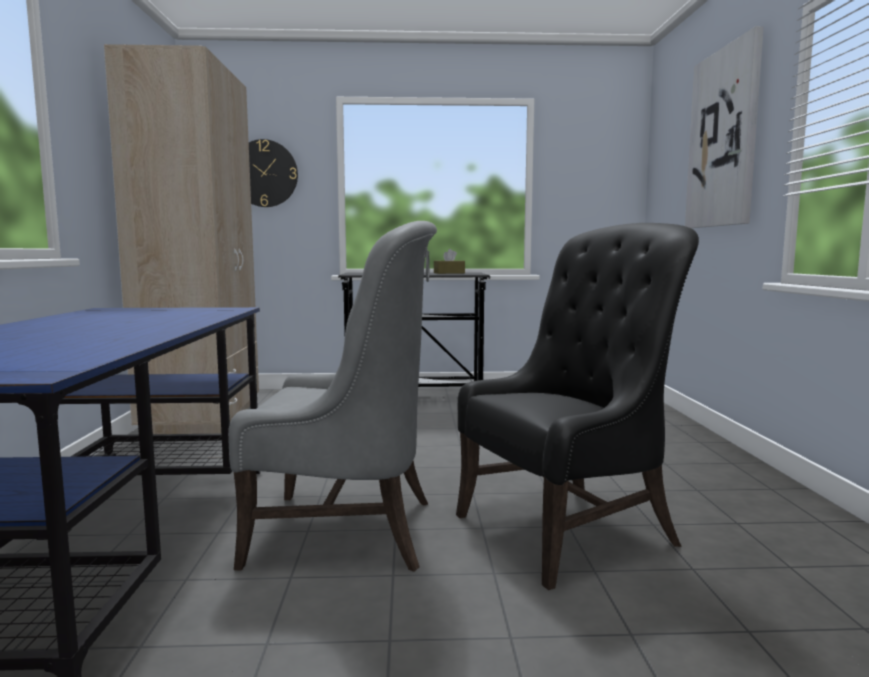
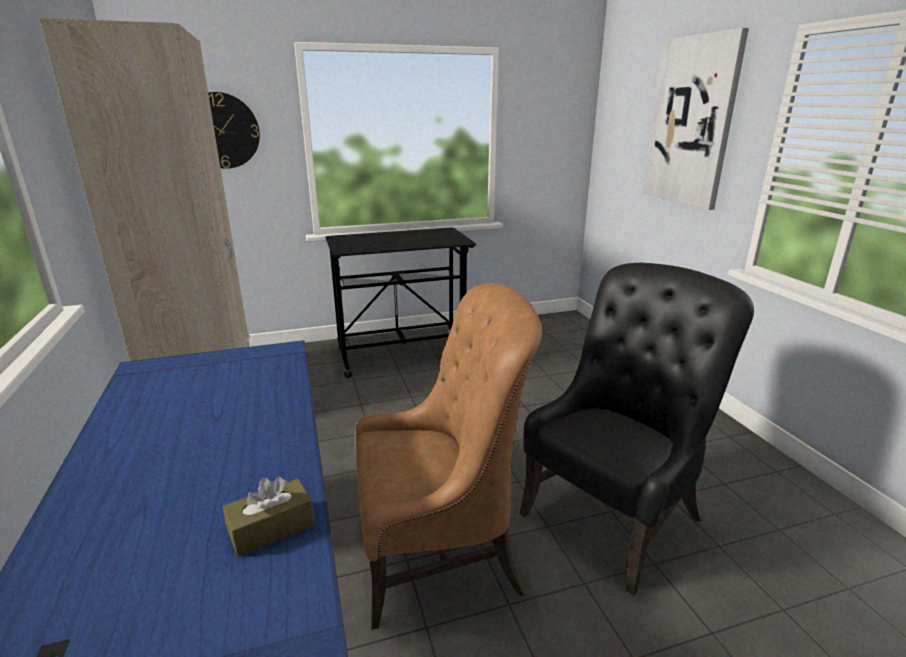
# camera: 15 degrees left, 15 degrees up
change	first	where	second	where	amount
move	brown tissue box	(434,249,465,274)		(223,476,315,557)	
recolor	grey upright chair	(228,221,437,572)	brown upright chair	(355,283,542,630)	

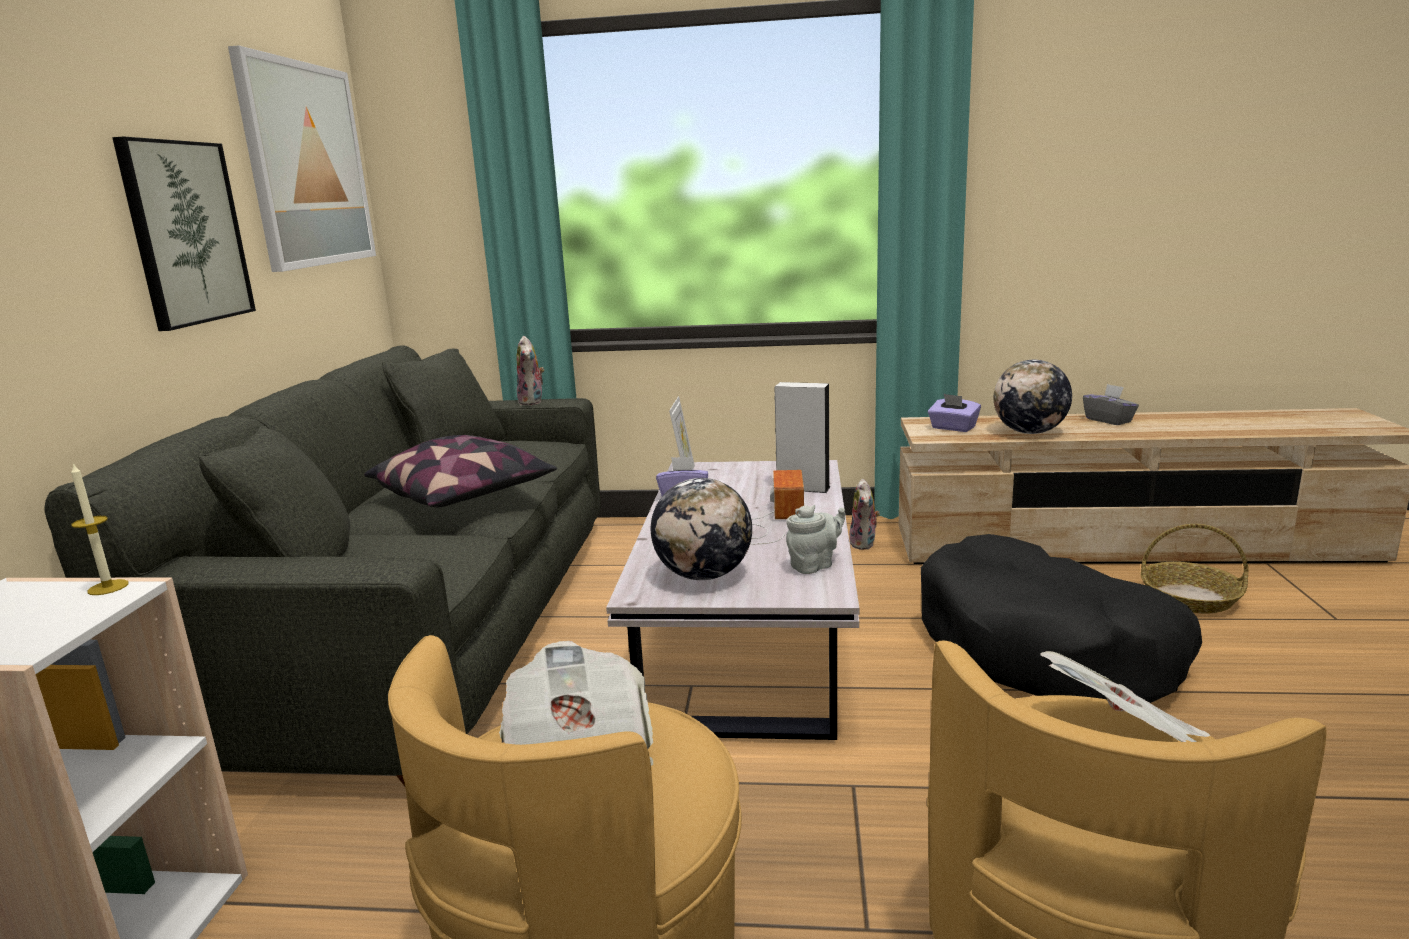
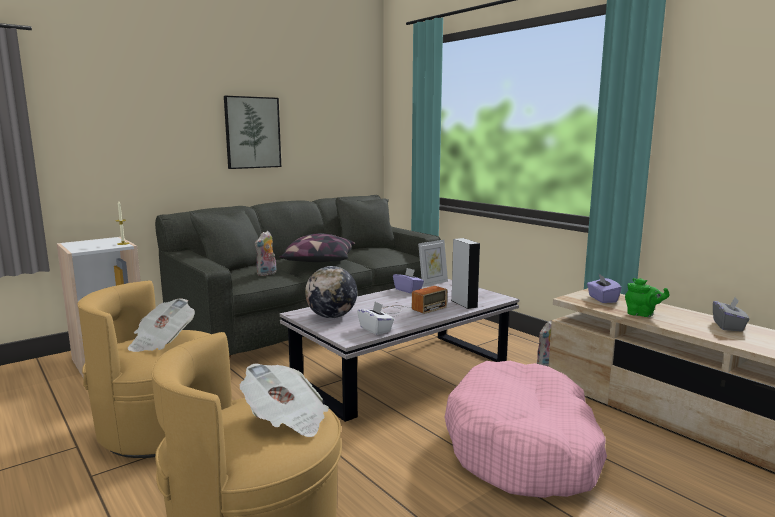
# camera: 45 degrees right, 5 degrees down
change	first	where	second	where	amount
move	soft toy	(517,336,545,405)		(254,231,277,276)	
replace	grey teapot	(786,505,845,574)	white tissue box	(357,301,394,335)	
recolor	blackish dog bed	(921,534,1202,703)	pink-coloured dog bed	(445,361,607,498)	
replace	desk globe	(994,360,1072,434)	green-coloured teapot	(625,278,670,317)	
delete	picture	(228,45,376,272)			
delete	storage basket	(1141,524,1248,614)			

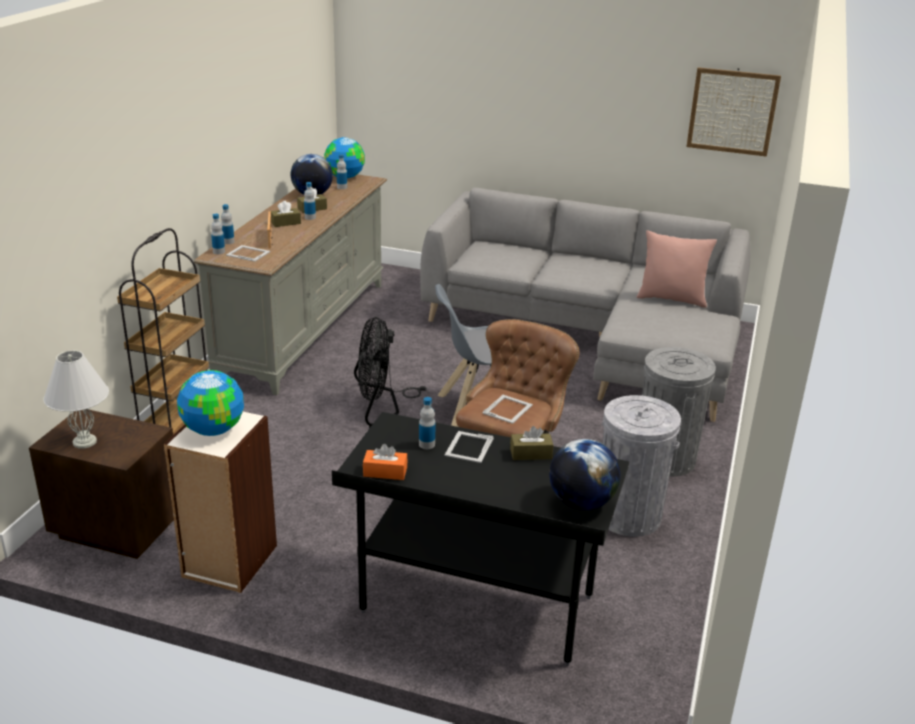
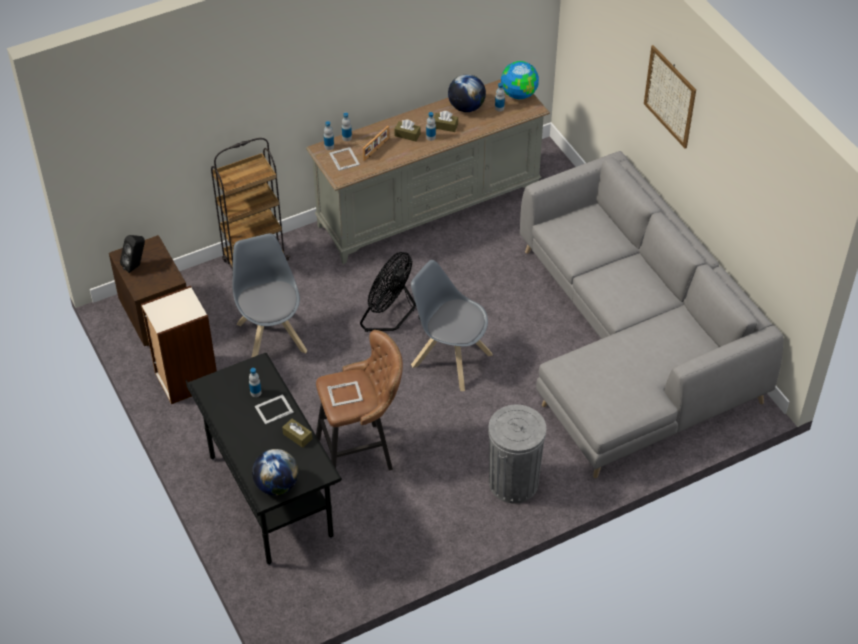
# camera: 45 degrees right, 20 degrees up
change	first	where	second	where	amount
replace	white table lamp	(43,350,109,449)	blackish audio speaker	(120,235,145,273)	
insert			grey upright chair	(233,233,307,358)	
move	picture	(686,67,781,157)		(644,45,696,148)	
delete	desk globe	(177,370,244,436)			
delete	orange tissue box	(363,444,407,480)			
delete	grey trash can	(602,395,681,537)			
delete	pink-coloured pillow	(637,230,717,308)			

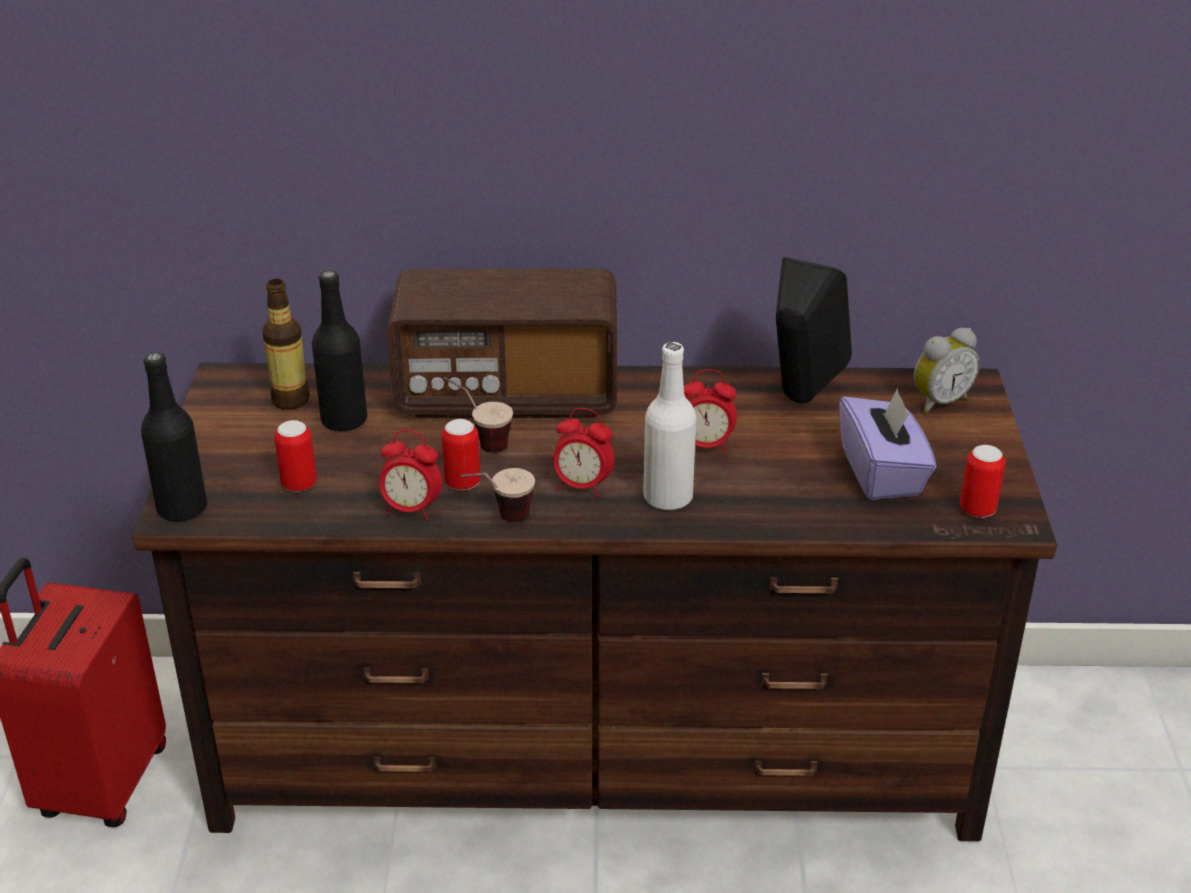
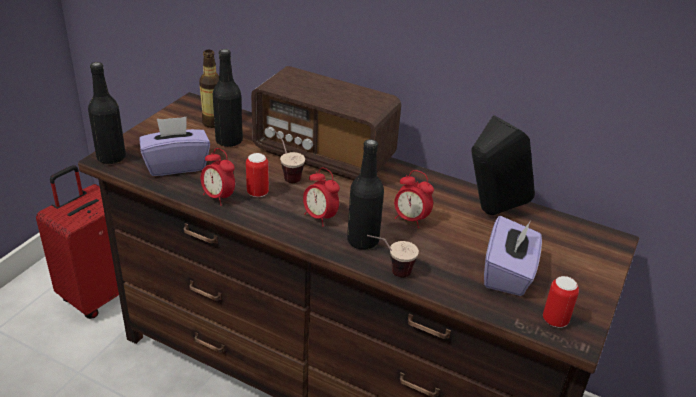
# camera: 25 degrees right, 0 degrees up
change	first	where	second	where	amount
replace	can	(274,420,317,492)	purplish tissue box	(139,117,210,176)	
recolor	white beverage bottle	(643,342,696,510)	blackish beverage bottle	(347,139,384,250)	
move	small cup	(461,468,535,522)		(367,235,419,278)	
delete	bedside clock	(914,328,980,414)			

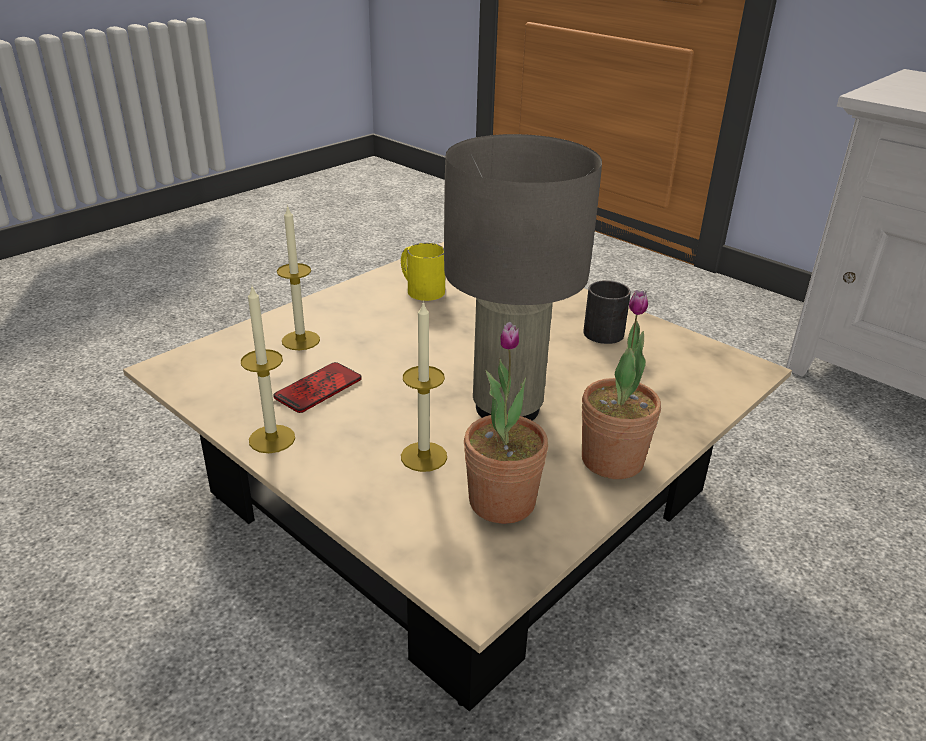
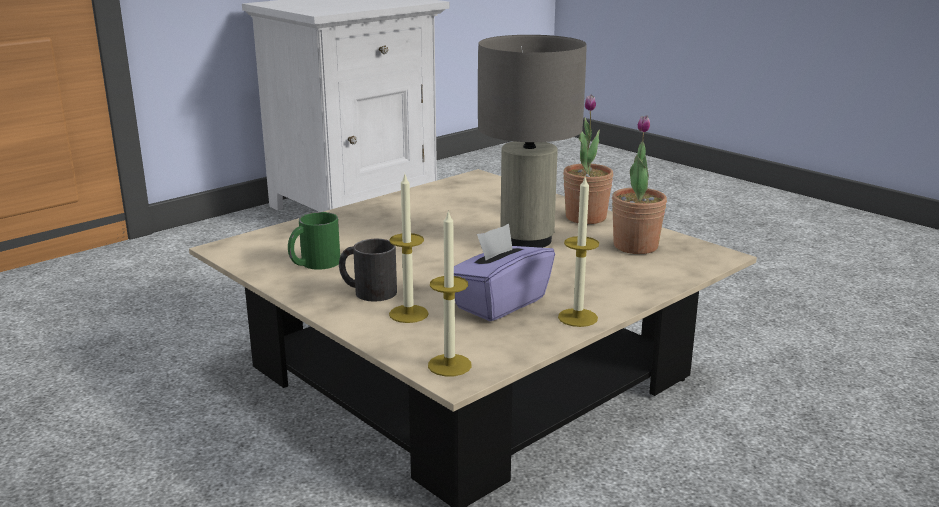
# camera: 85 degrees left, 10 degrees down
change	first	where	second	where	amount
recolor	yellow coffee mug	(401,243,445,301)	green-coloured coffee mug	(288,212,340,270)	
move	blackish coffee mug	(583,280,631,344)		(339,239,397,301)	
move	wax light	(401,300,447,472)		(428,209,472,376)	
replace	handset	(273,362,362,413)	purplish tissue box	(454,224,555,321)	

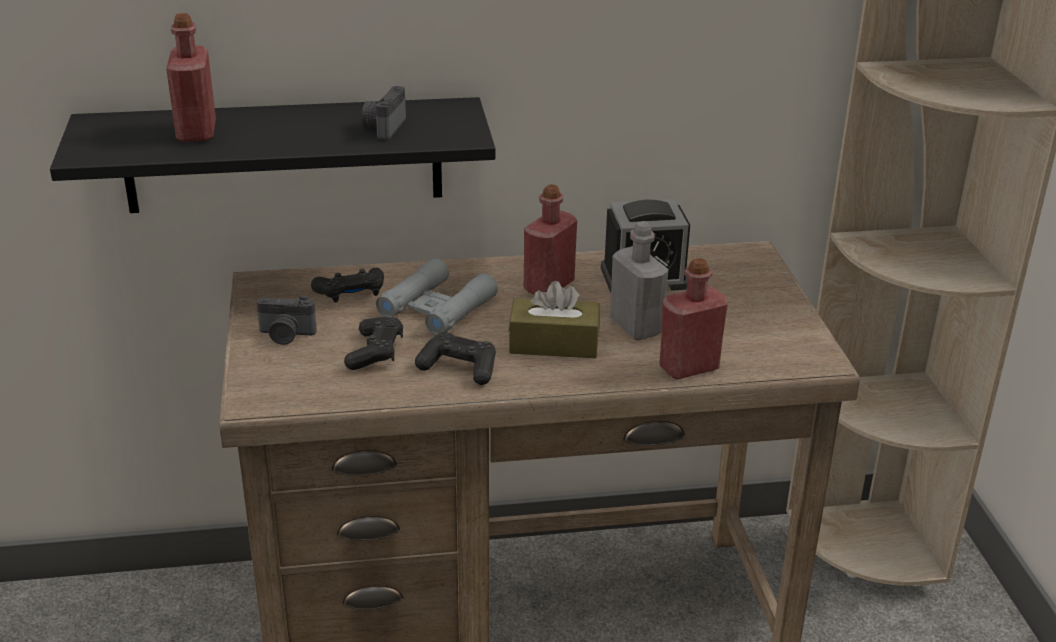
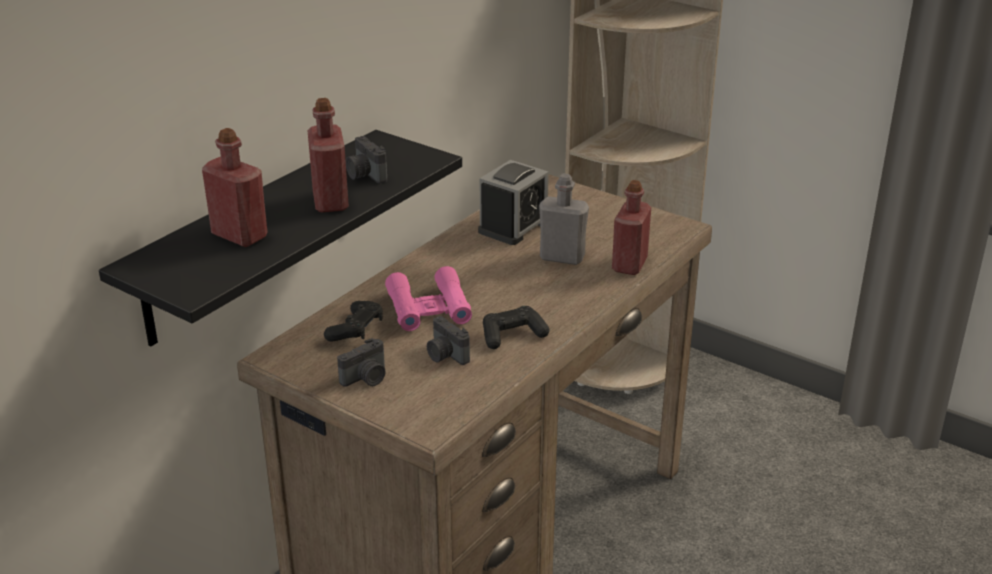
# camera: 45 degrees left, 0 degrees up
change	first	where	second	where	amount
move	reddish beverage bottle	(524,184,577,295)		(308,98,349,212)	
recolor	grey field glasses	(376,258,498,335)	pink-coloured field glasses	(385,266,472,331)	
replace	blackish joypad	(344,317,403,370)	still camera	(427,316,470,365)	
delete	brown tissue box	(509,281,600,358)			

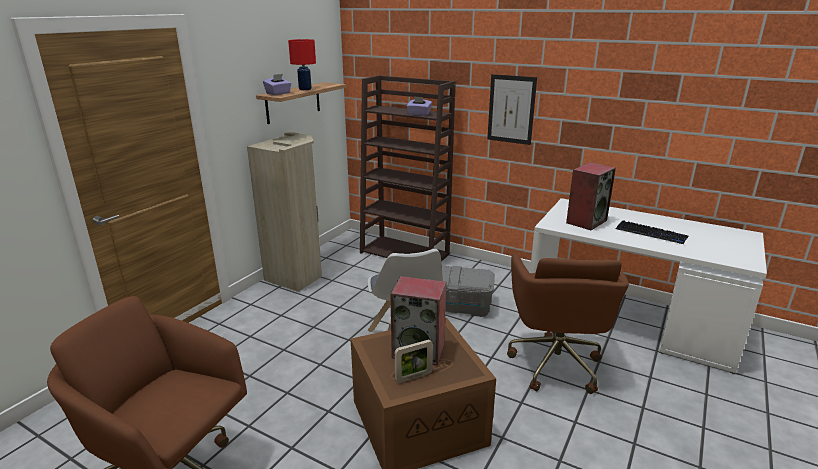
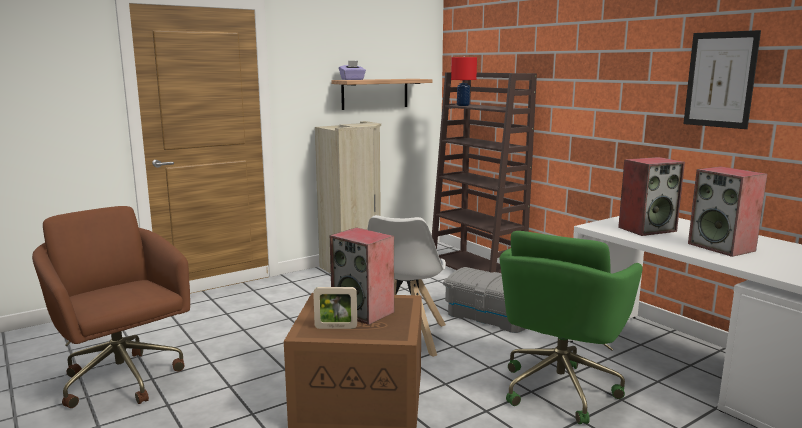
# camera: 25 degrees right, 10 degrees down
change	first	where	second	where	amount
move	reddish table lamp	(288,39,316,90)		(451,56,477,106)	
recolor	brown computer chair	(507,254,629,394)	green-coloured computer chair	(500,231,642,424)	
move	picture	(487,74,537,145)		(683,30,761,129)	
replace	computer keyboard	(616,220,688,244)	audio speaker	(688,166,767,257)	
delete	purplish tissue box	(407,96,432,116)			

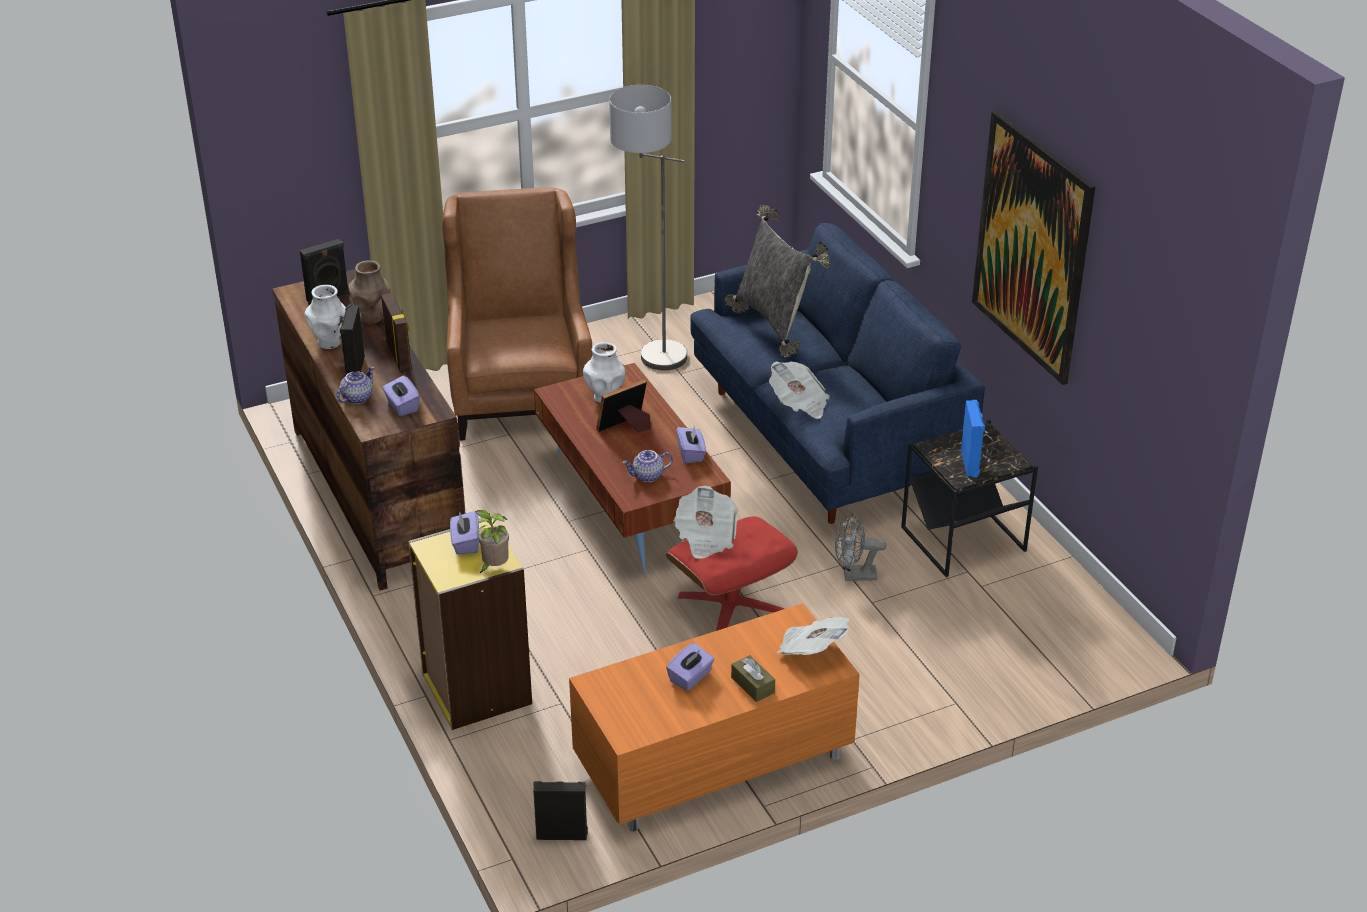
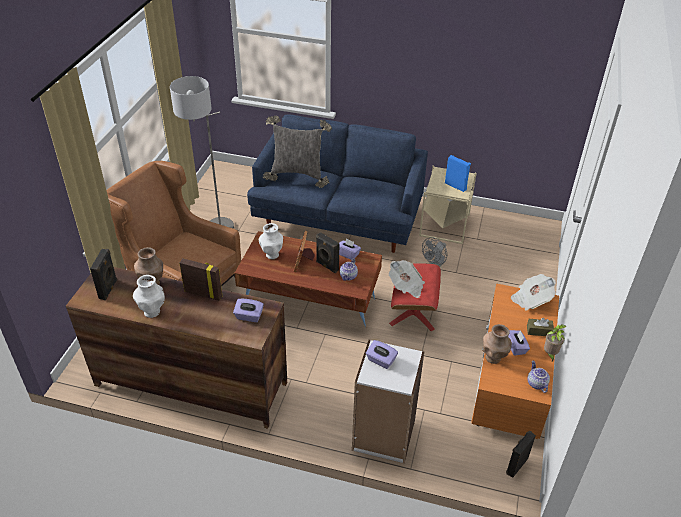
# camera: 50 degrees left, 5 degrees up
change	first	where	second	where	amount
move	blackish audio speaker	(340,304,365,376)		(316,232,339,273)	
recolor	yellow bookcase	(408,519,532,730)	white bookcase	(352,340,424,464)	
recolor	blackish end table	(901,420,1038,577)	sand-coloured end table	(419,166,477,244)	
insert			brown decorative vase	(483,324,512,364)	
move	teapot	(336,367,375,404)		(528,361,550,393)	
move	potted plant	(473,510,509,574)		(544,325,567,361)	
delete	printed paper	(769,361,830,419)			
delete	picture	(972,111,1095,385)			

